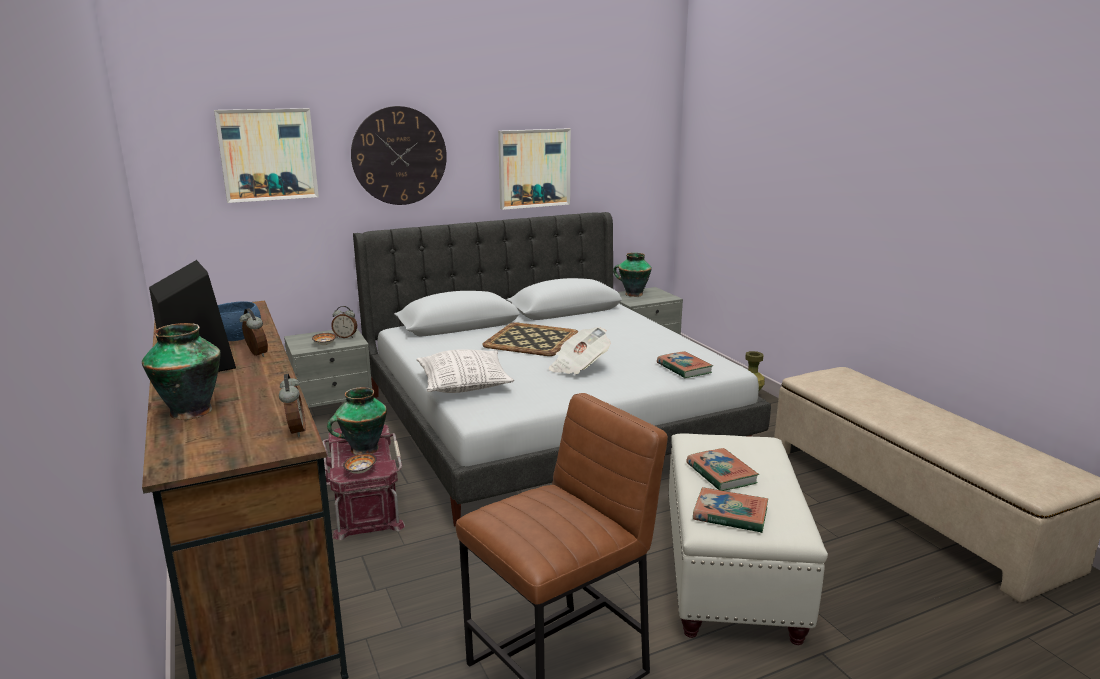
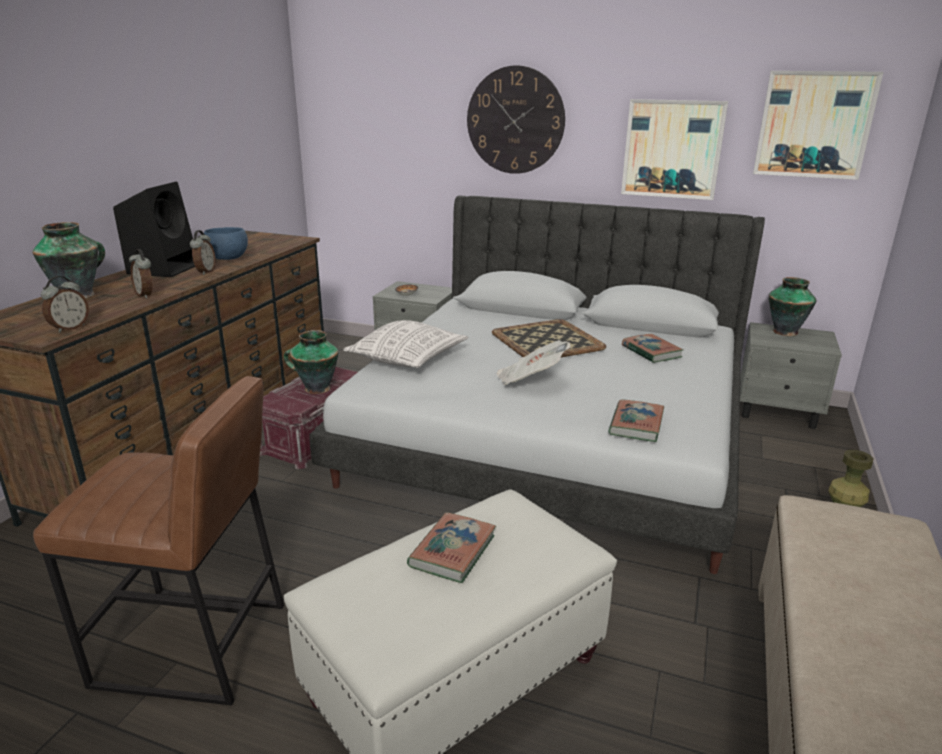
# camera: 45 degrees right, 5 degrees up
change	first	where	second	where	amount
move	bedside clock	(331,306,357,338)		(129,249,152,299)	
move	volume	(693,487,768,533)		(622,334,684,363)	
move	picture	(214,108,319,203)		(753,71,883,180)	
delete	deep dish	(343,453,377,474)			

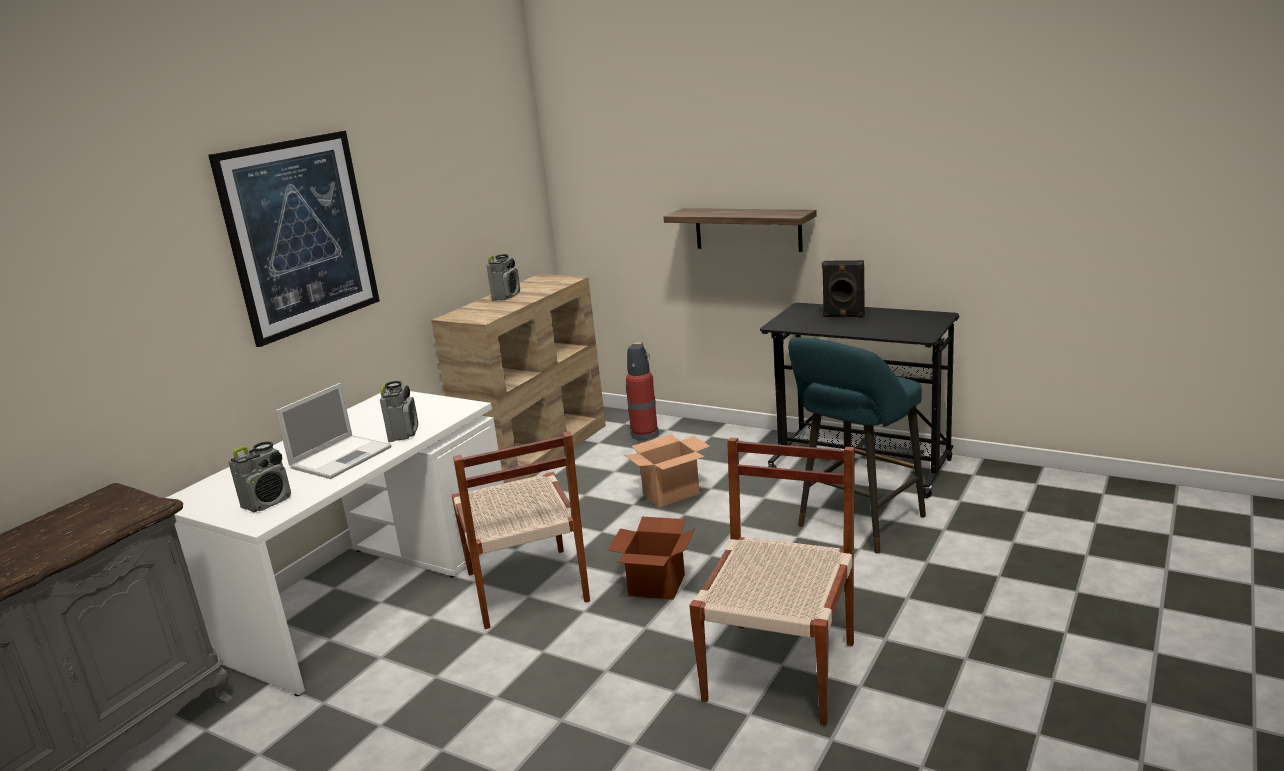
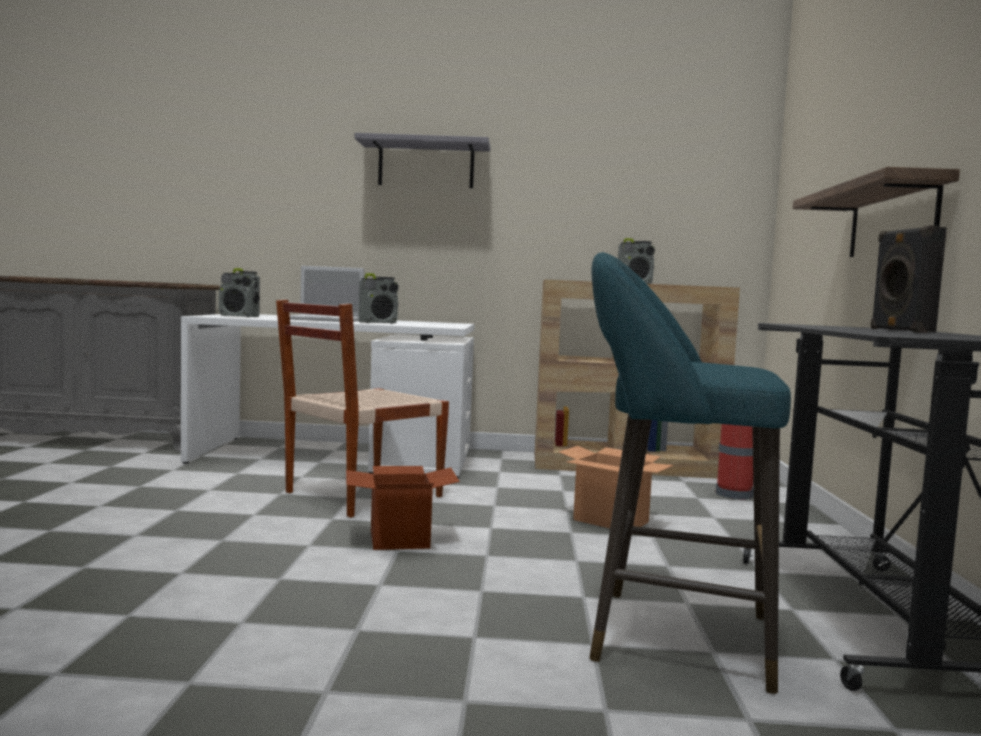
# camera: 60 degrees right, 15 degrees down
change	first	where	second	where	amount
replace	picture	(208,131,380,347)	grey bracket shelf	(355,133,491,188)	
delete	upright chair	(689,438,855,725)			

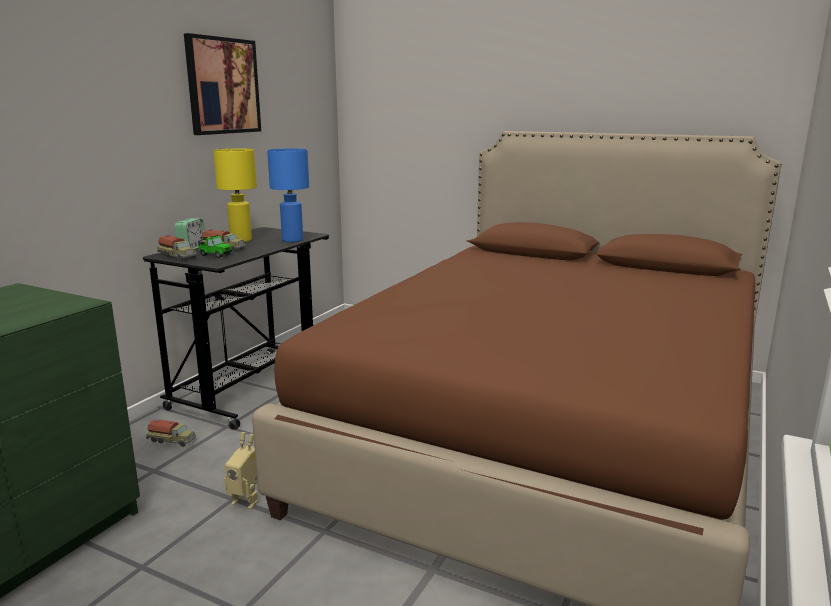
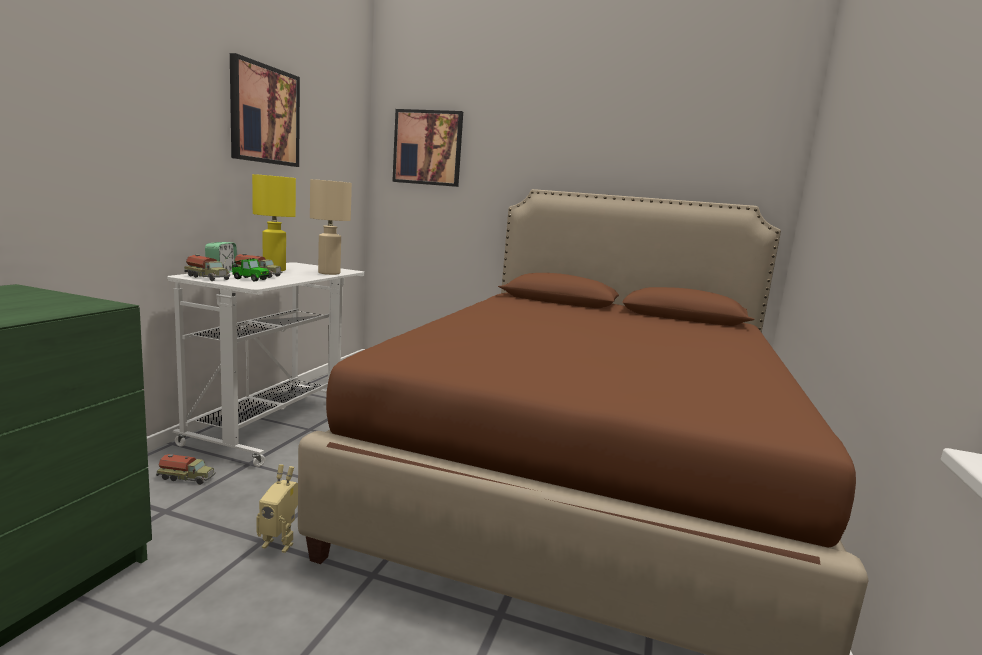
# camera: 10 degrees left, 5 degrees down
change	first	where	second	where	amount
recolor	blackish desk unit	(143,227,329,430)	white desk unit	(167,262,365,467)	
recolor	bluish table lamp	(267,148,309,242)	sand-coloured table lamp	(310,179,352,275)	
insert			picture	(392,109,463,187)	

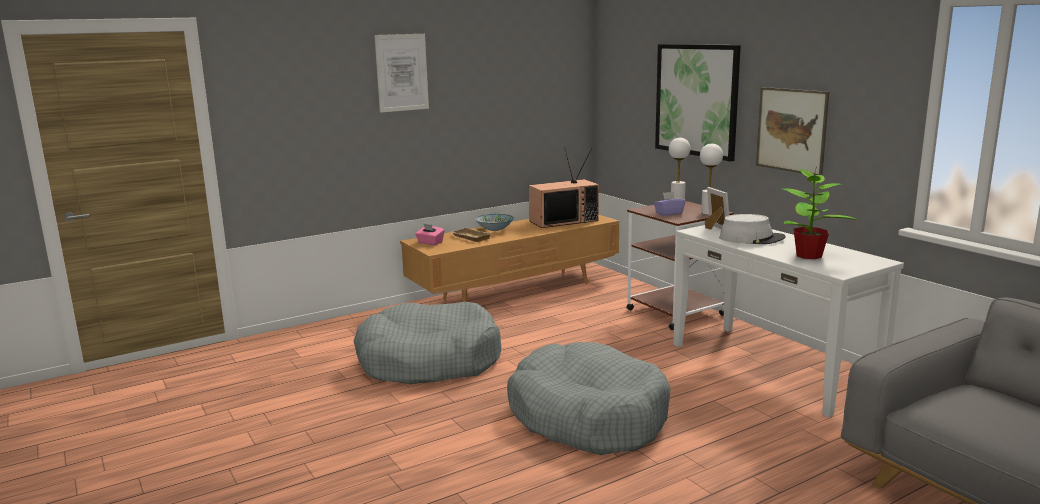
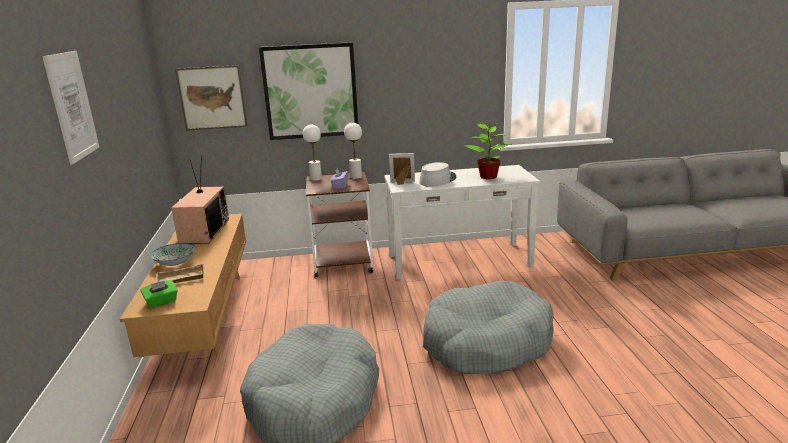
# camera: 65 degrees left, 5 degrees up
change	first	where	second	where	amount
recolor	pink-coloured tissue box	(415,223,445,245)	green-coloured tissue box	(140,280,178,308)	
move	picture	(756,87,829,176)		(175,65,247,131)	

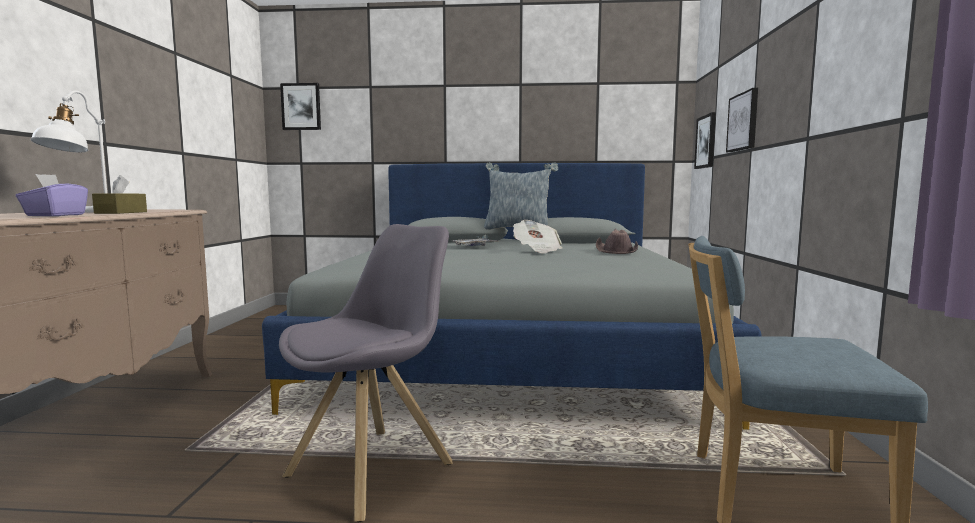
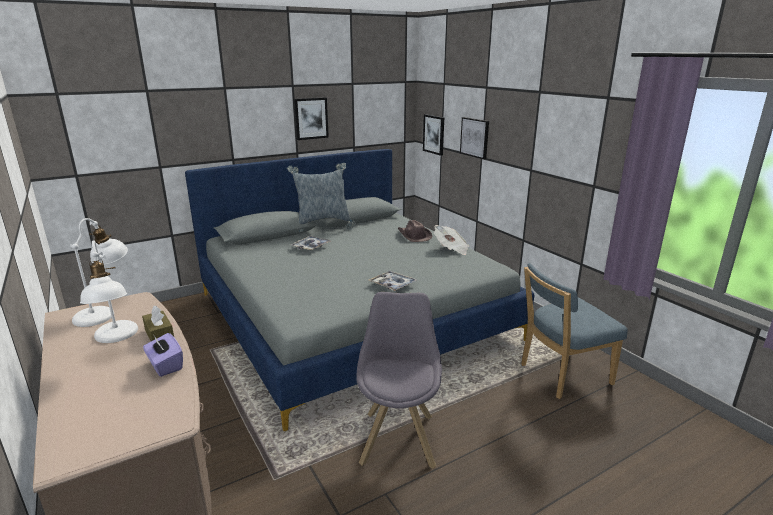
# camera: 35 degrees left, 15 degrees up
change	first	where	second	where	amount
insert			white table lamp	(70,218,128,327)	
move	picture	(280,83,321,130)		(294,97,329,140)	
insert			carrying tray	(368,271,417,291)	
move	printed paper	(513,220,563,253)		(434,225,469,255)	

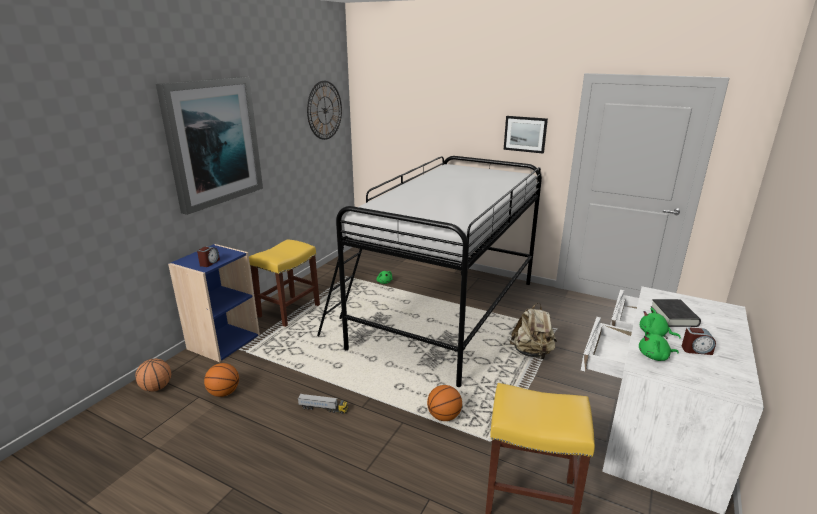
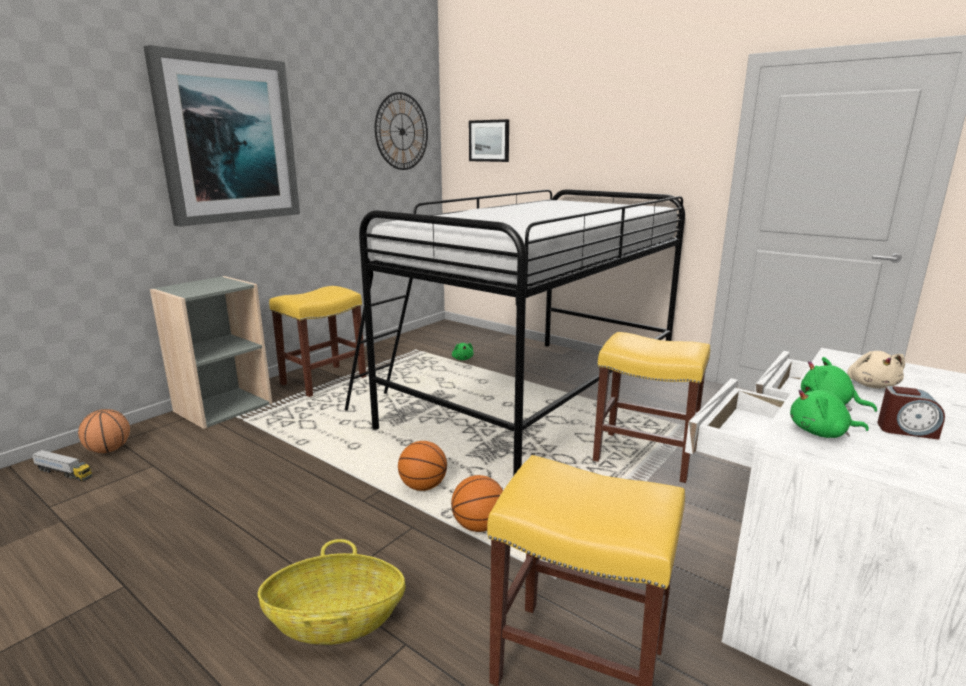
# camera: 10 degrees right, 5 degrees down
change	first	where	second	where	amount
move	toy lorry	(298,394,348,414)		(31,450,92,481)	
recolor	bluish bookcase	(168,244,260,362)	grey bookcase	(150,276,272,429)	
insert			storage basket	(258,539,406,645)	
move	basketball ball	(204,363,239,397)		(398,441,447,491)	
move	picture	(504,116,548,153)		(469,119,509,162)	
replace	sand-coloured backpack	(510,303,557,359)	yellow stool seat	(593,332,710,483)	
replace	blackish volume	(651,299,701,327)	sand-coloured soft toy	(847,351,905,389)	
delete	bedside clock	(197,246,220,267)			

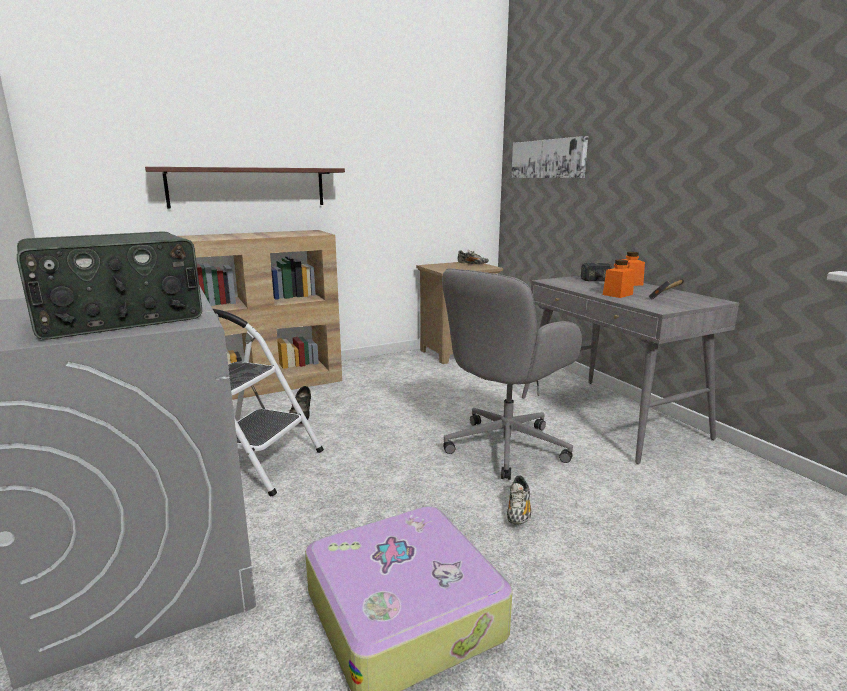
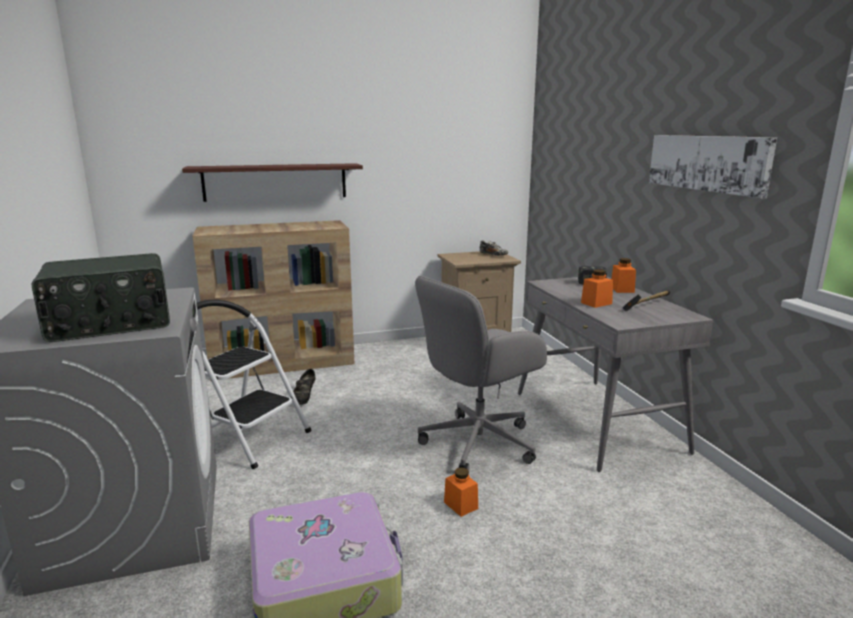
# camera: 10 degrees right, 0 degrees up
change	first	where	second	where	amount
replace	low shoe	(507,475,531,525)	orange jar	(444,467,478,517)	
move	picture	(511,136,588,178)		(649,135,777,198)	

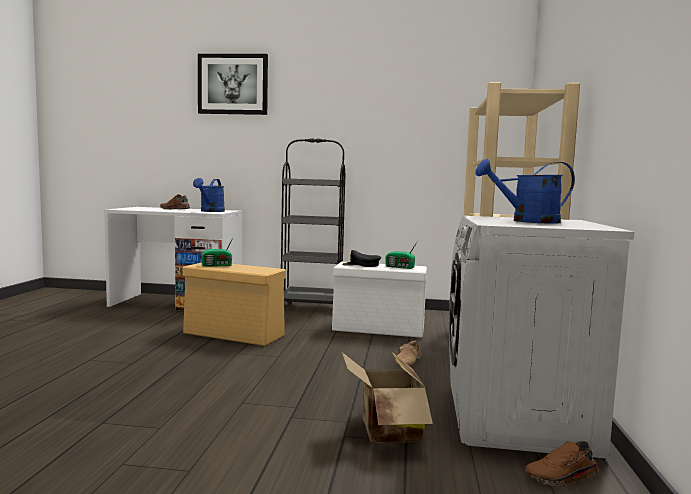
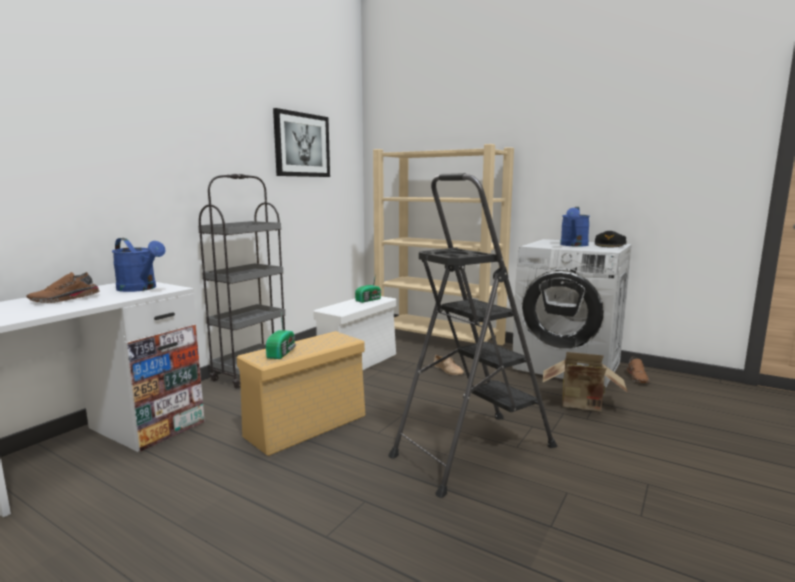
# camera: 65 degrees left, 5 degrees up
change	first	where	second	where	amount
move	picture	(198,54,268,115)		(273,108,330,177)	
insert			step stool	(388,173,557,498)	
move	blackish cap	(342,250,381,267)		(595,231,627,247)	

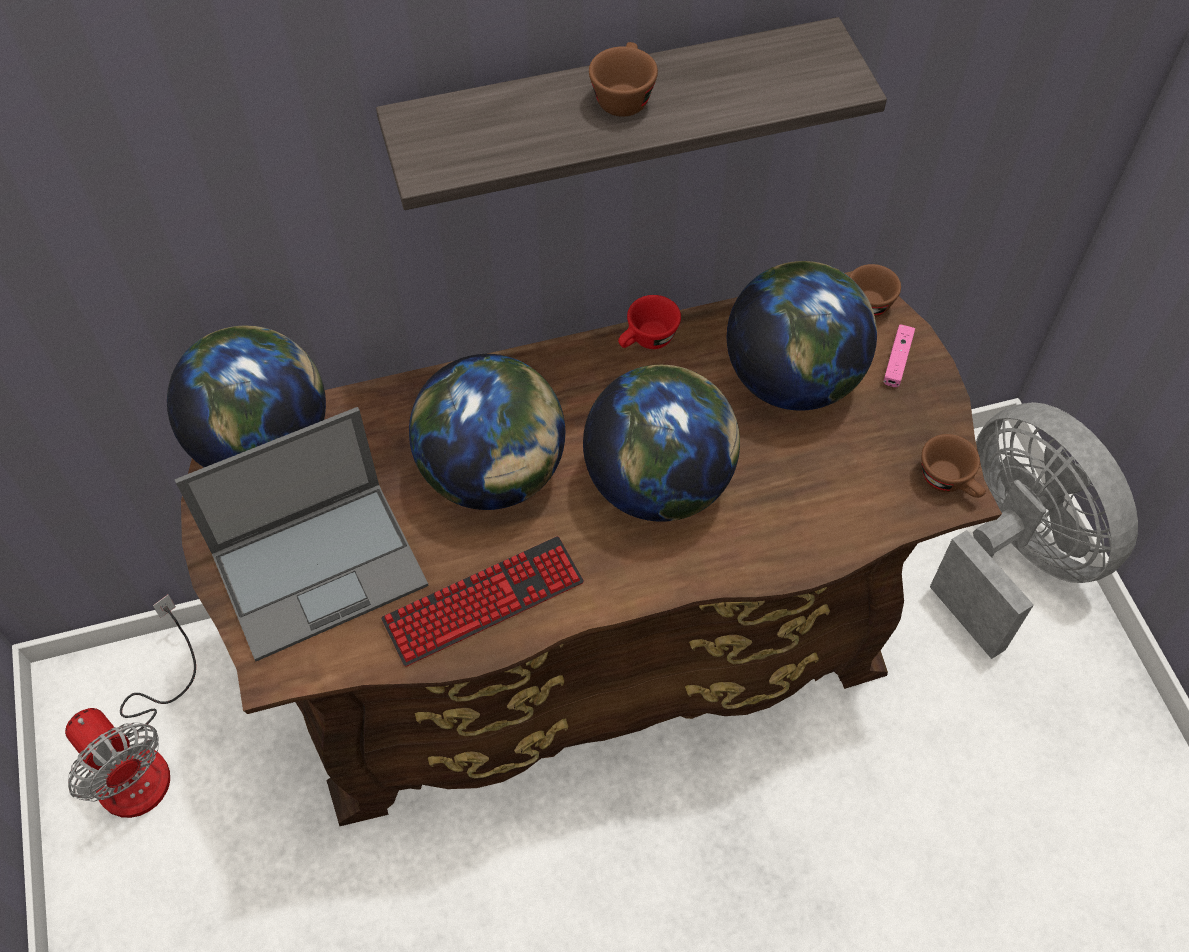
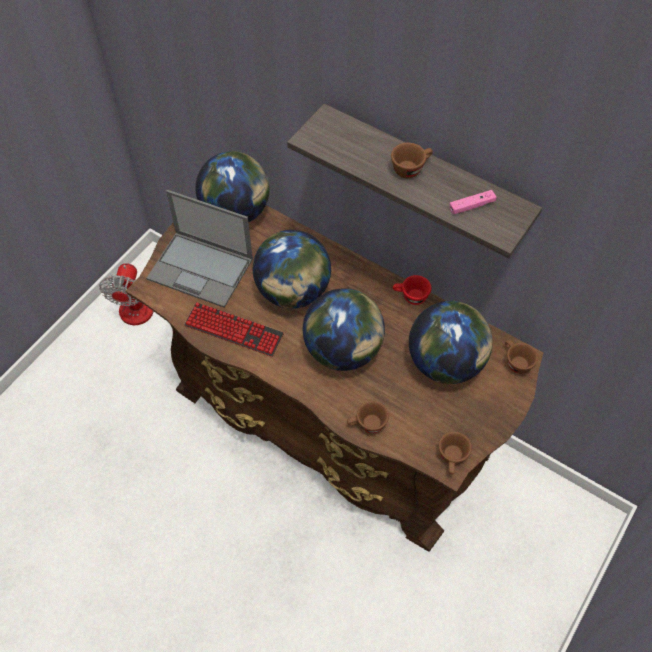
# camera: 50 degrees right, 0 degrees up
change	first	where	second	where	amount
insert			brown small cup	(347,401,389,433)	
move	pink-coloured joypad	(883,324,915,387)		(449,190,497,215)	
delete	grey fan	(930,402,1138,659)			

